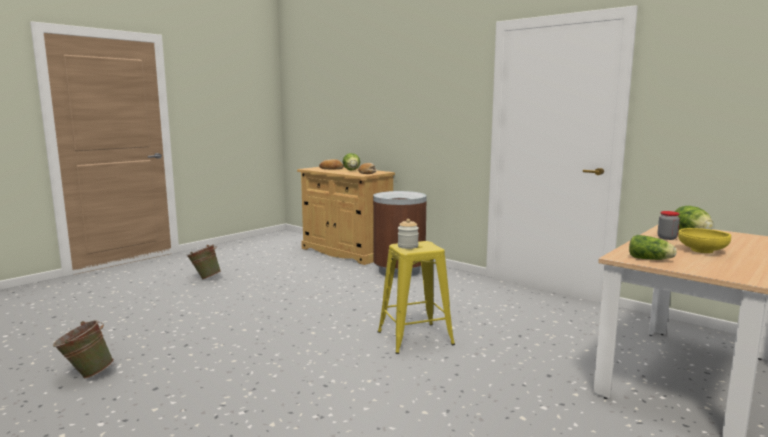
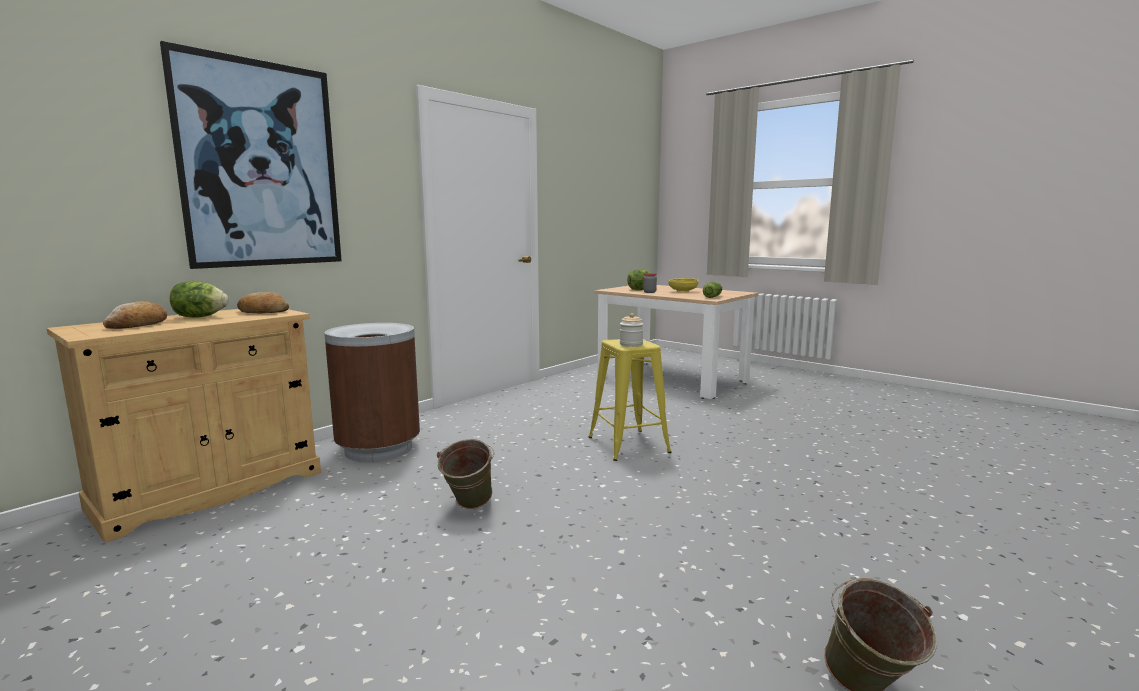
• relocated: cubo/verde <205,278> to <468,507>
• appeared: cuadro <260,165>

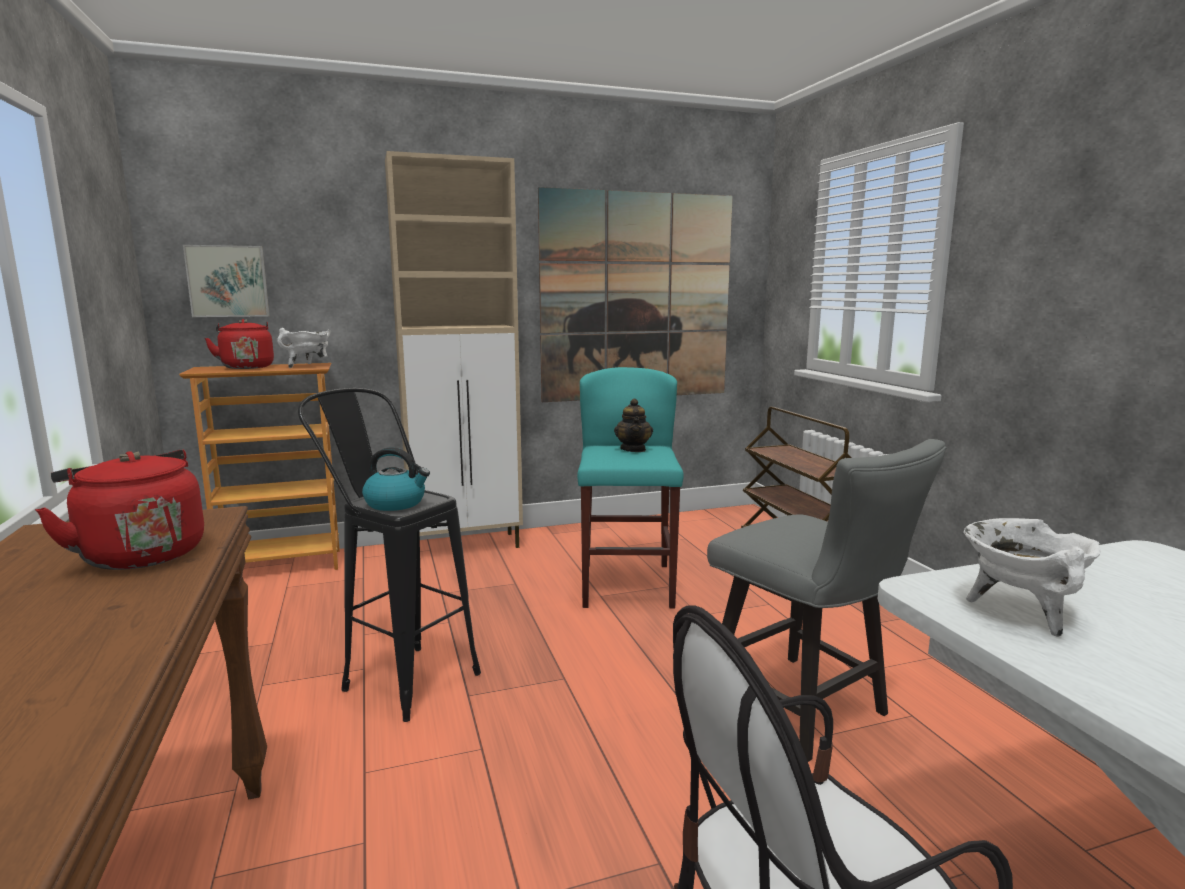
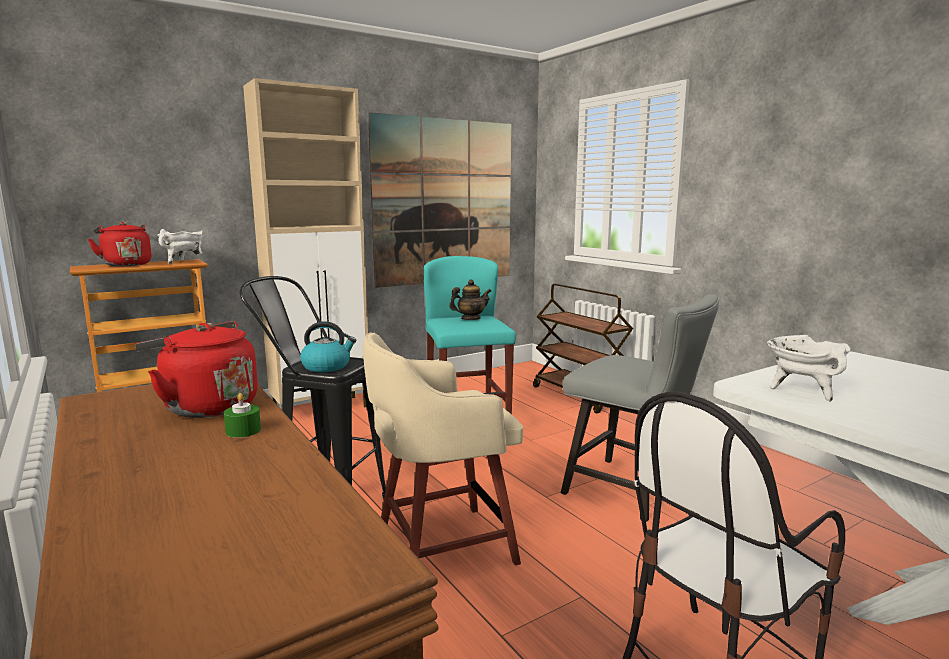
• missing: cuadro <228,281>
• spun: tetera <633,449> = <470,319> 90 degrees counterclockwise
• appeared: vela/verde <243,430>
• appeared: taburete/beis <440,547>

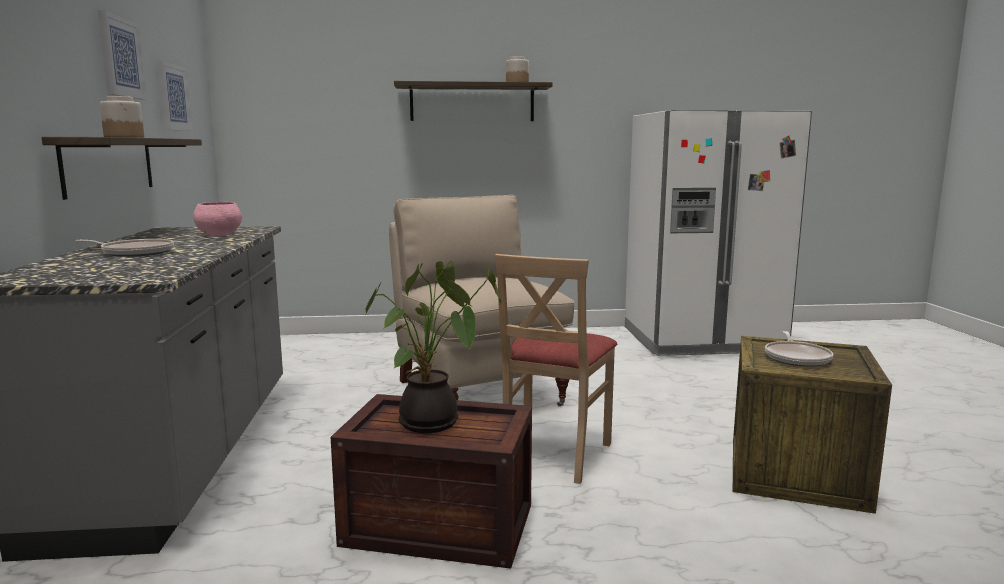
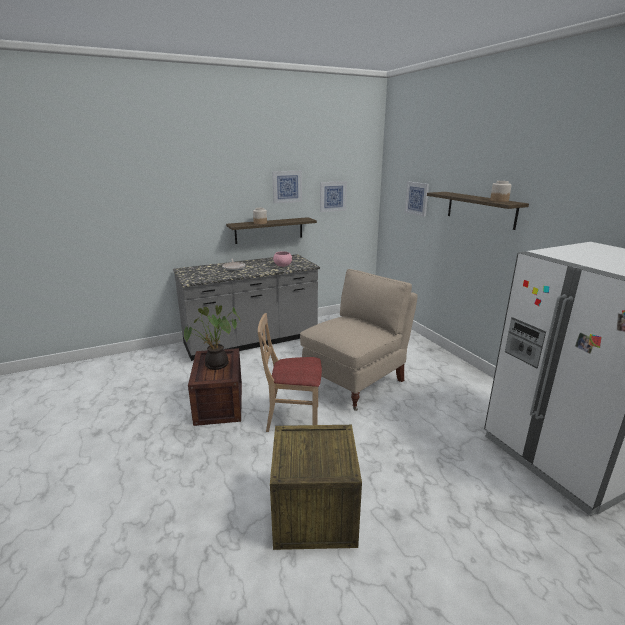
• missing: sartén <797,358>
• appeared: cuadro <417,198>

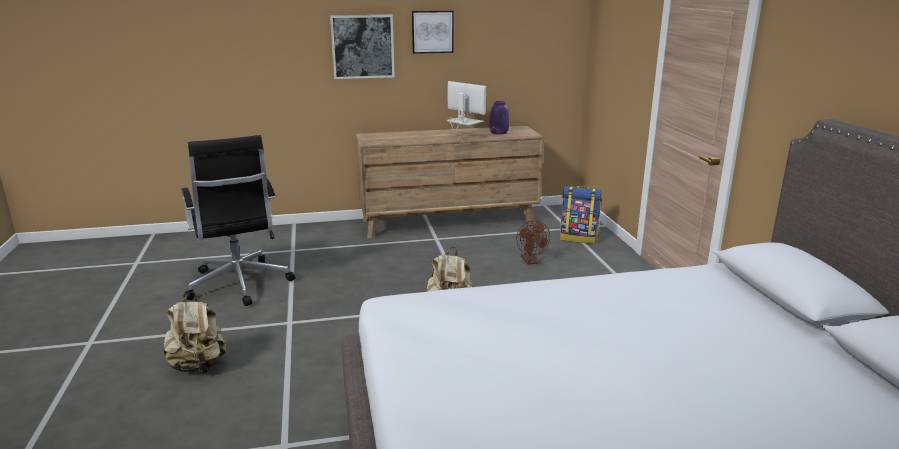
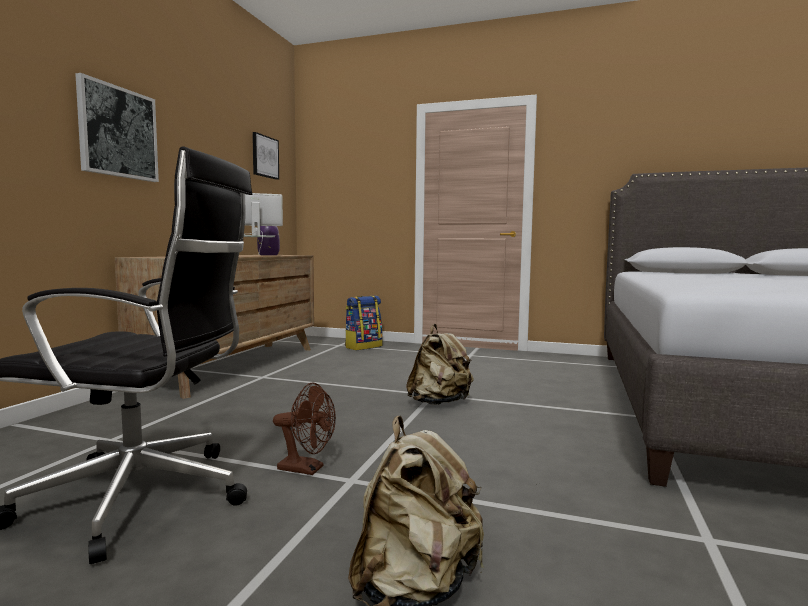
• relocated: cuadro <432,32> to <264,156>
• relocated: ventilador/marrón <531,261> to <307,469>

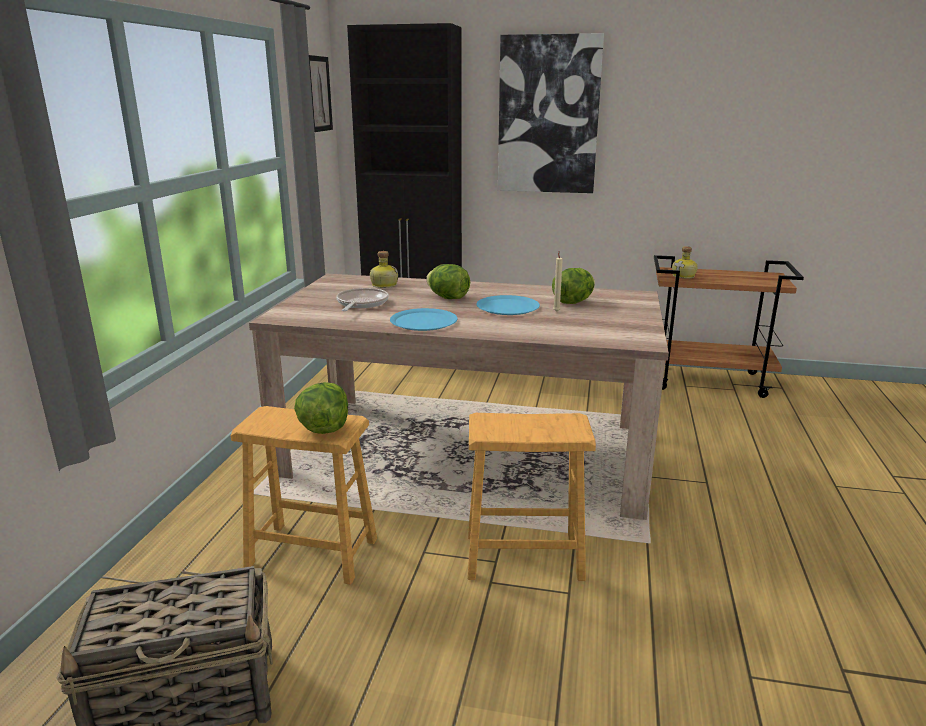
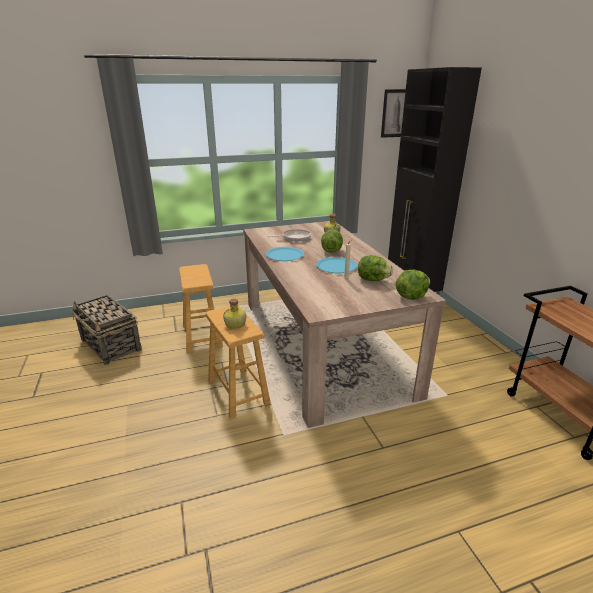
• relocated: lechuga <324,429> to <411,296>
• missing: cuadro <548,115>
• relocated: botella <684,276> to <235,324>

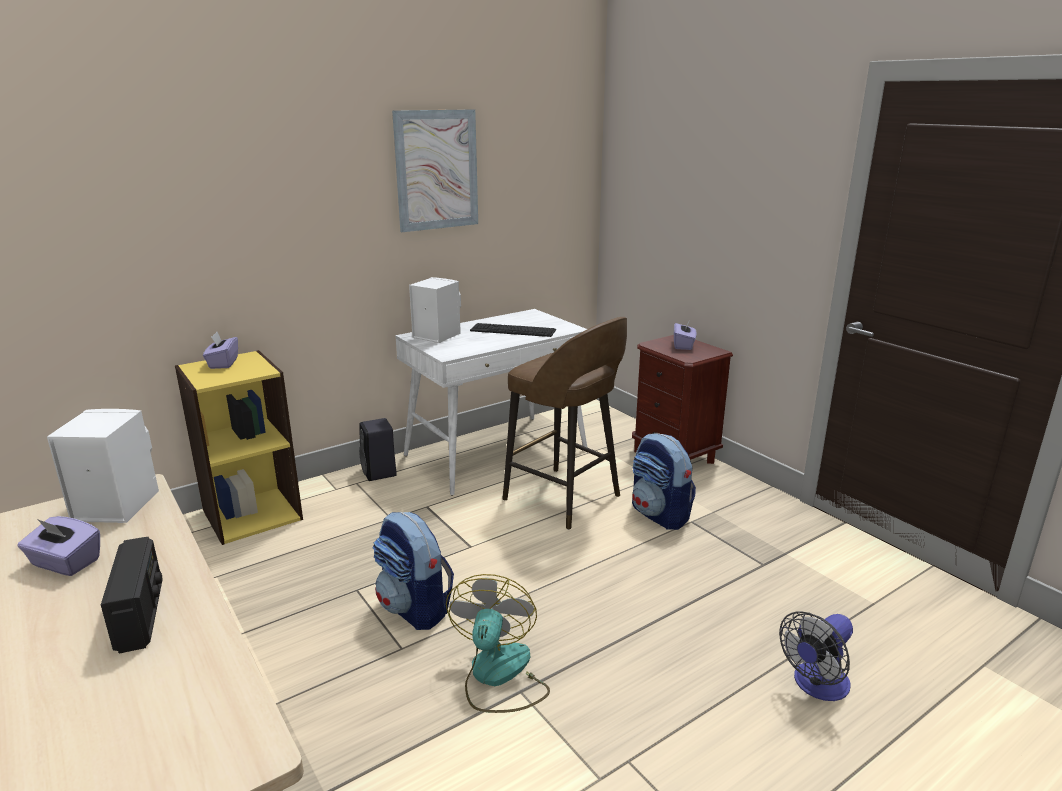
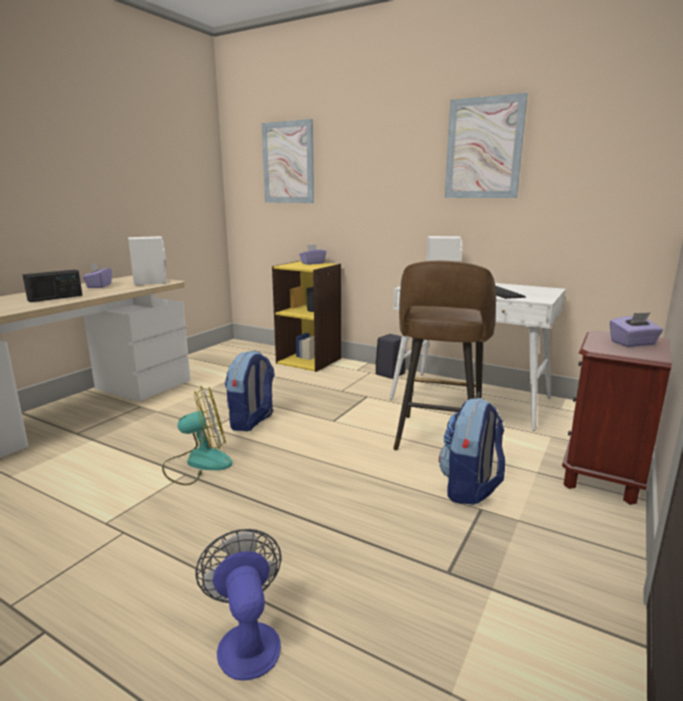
• spun: ventilador <816,686> = <247,639> 45 degrees clockwise
• appeared: cuadro <288,163>

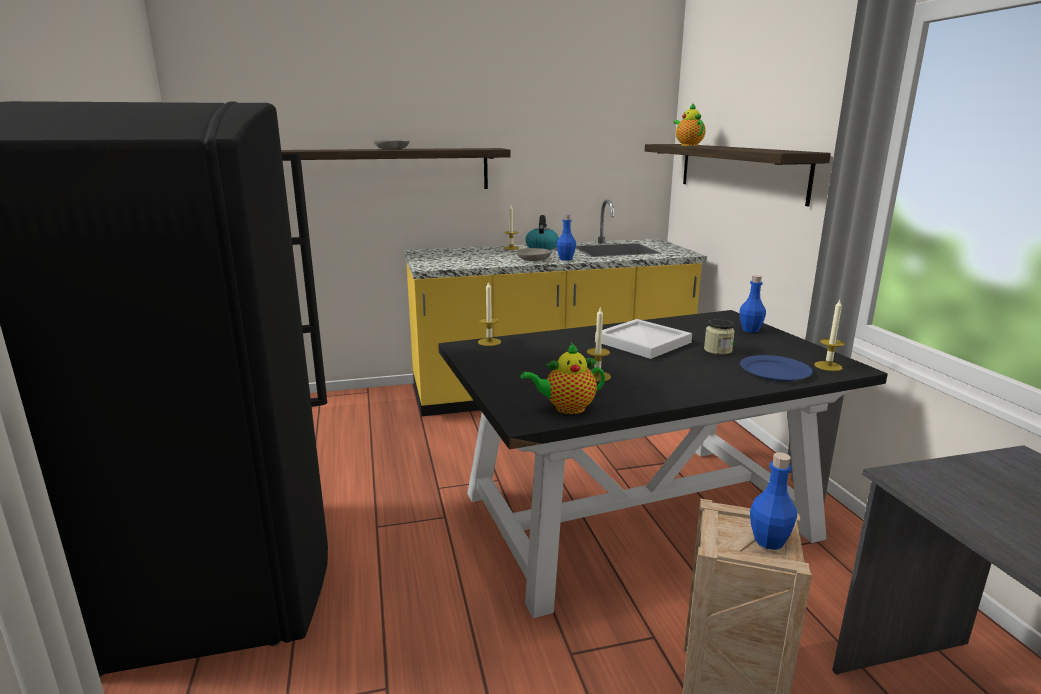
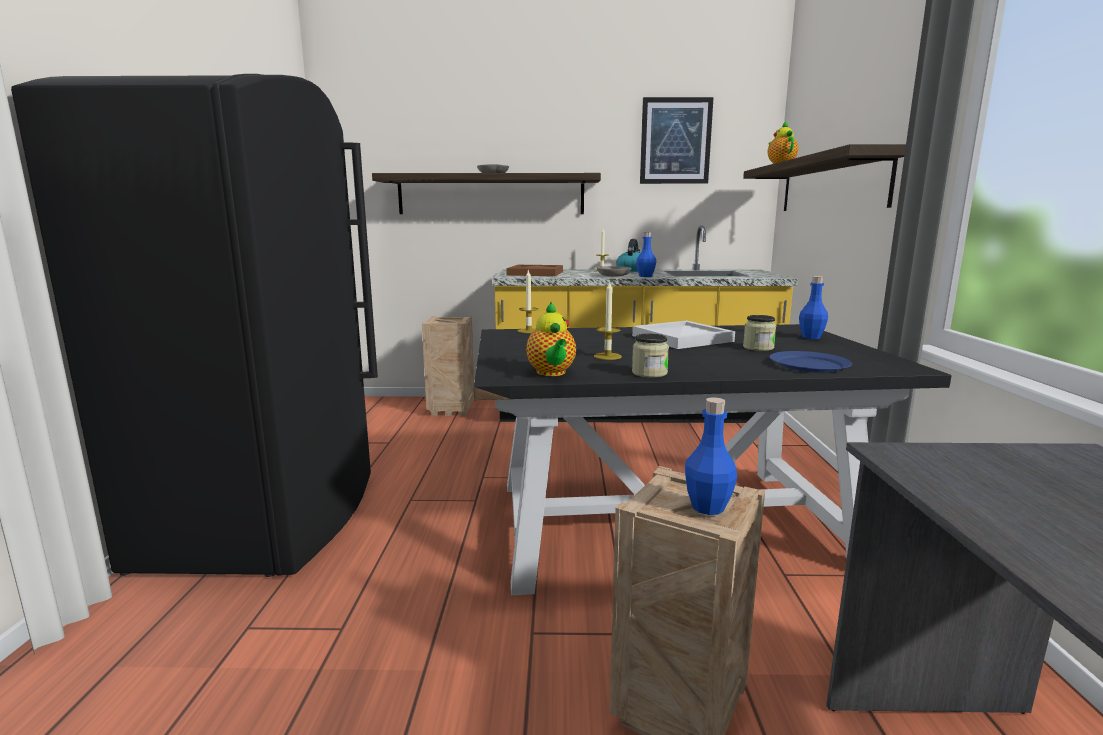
• spun: tetera <566,408> = <551,373> 105 degrees counterclockwise
• missing: vela <828,366>
• appeared: caja de embalaje <452,410>
• appeared: bandeja/marrón <536,273>
• appeared: tarro <649,373>
• appeared: cuadro <675,141>

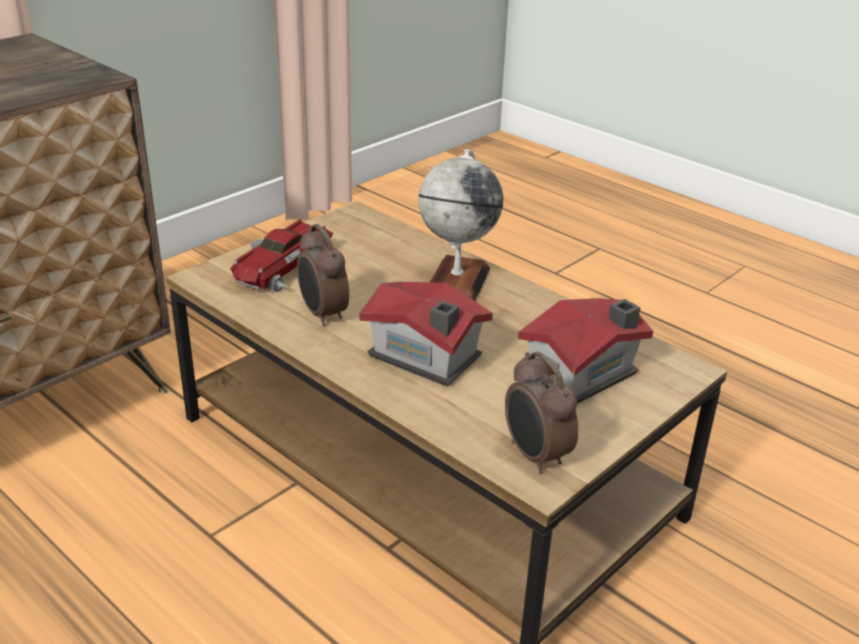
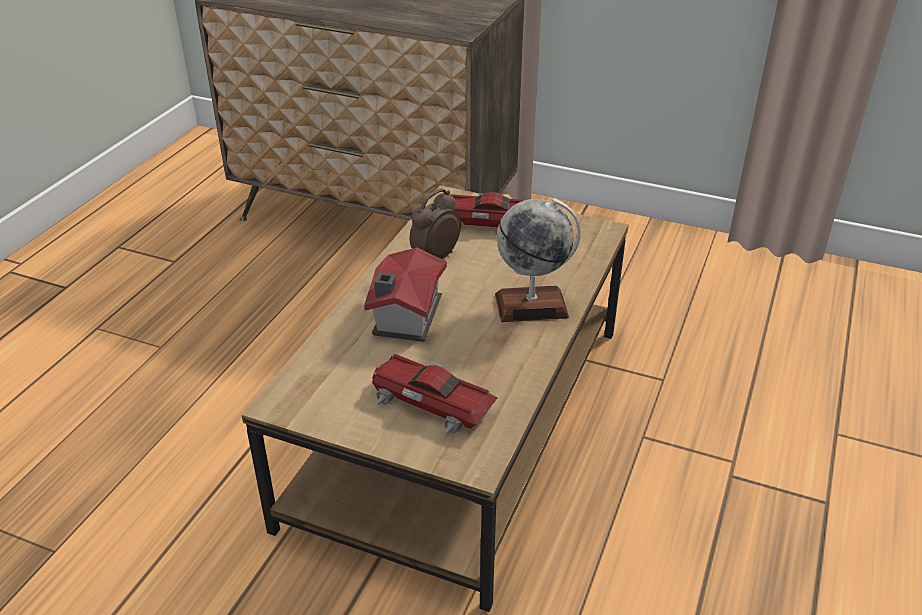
• missing: despertador <535,456>
• exchanged: casita <584,375> to coche de juguete <430,402>

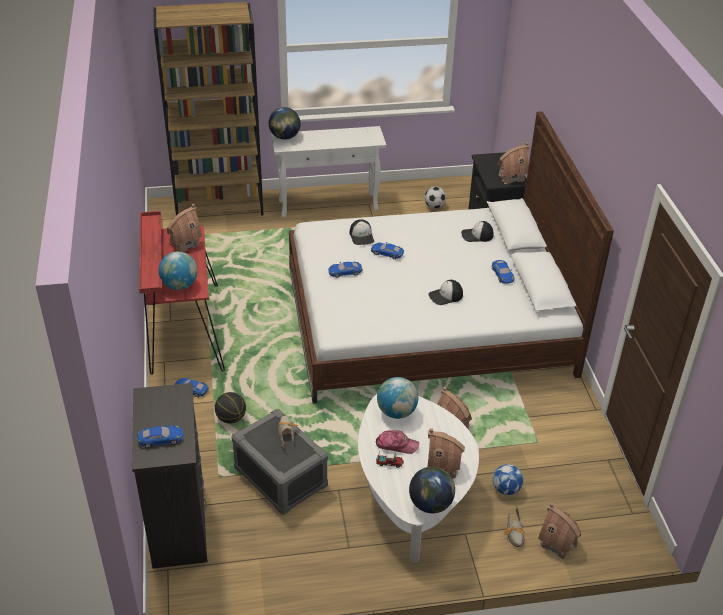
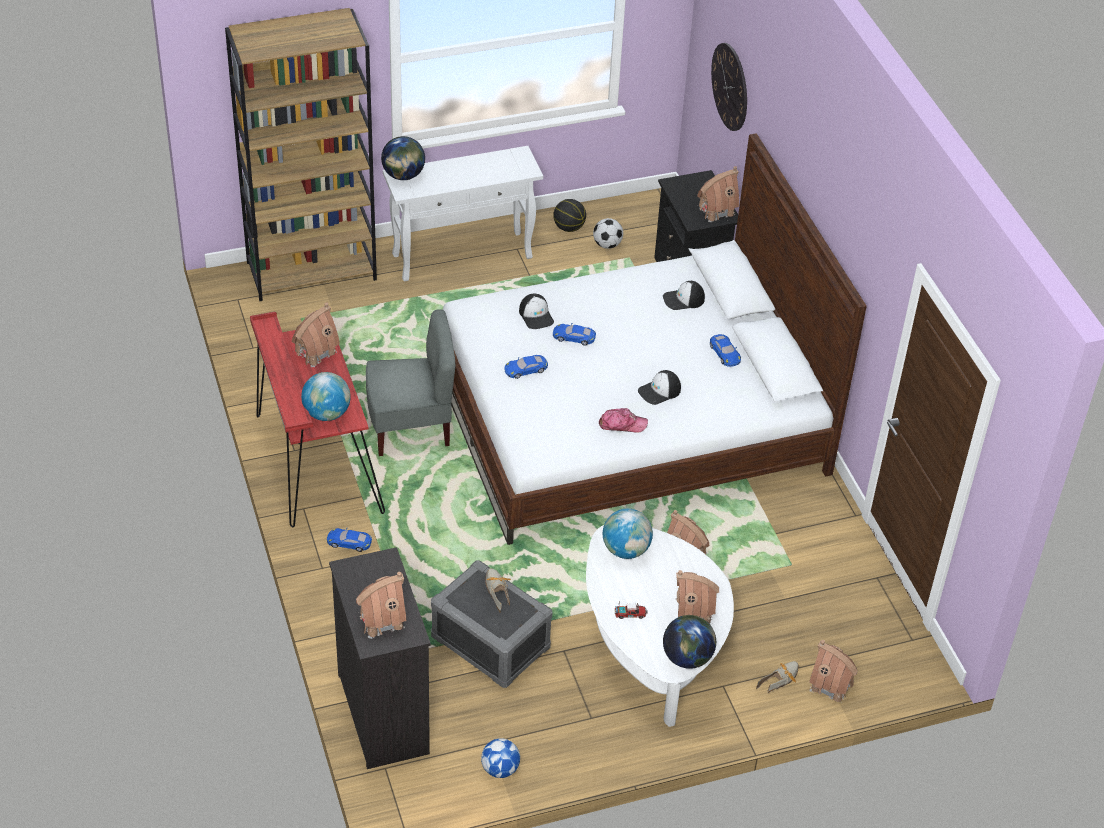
• exchanged: coche de juguete/azul <160,439> to casita <381,619>
• relocated: balón de baloncesto <231,418> to <569,227>
• relocated: gorra <396,445> to <622,424>
• relocated: balón de fútbol <506,489> to <500,769>
• spun: zapato <515,533> = <780,679> 120 degrees counterclockwise
• appeared: silla/gris <410,427>
• appeared: reloj de pared <730,86>

